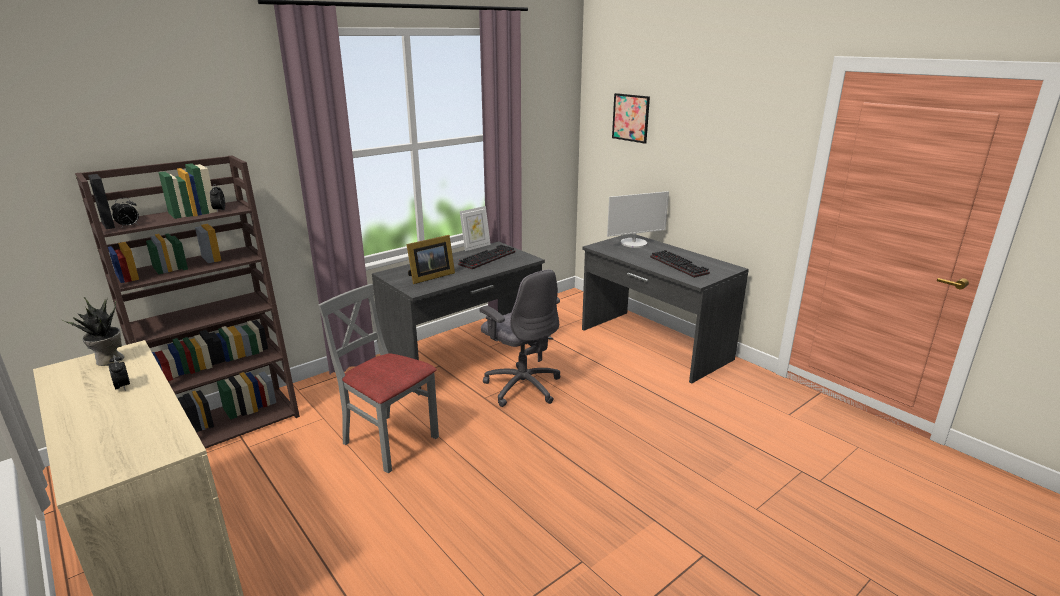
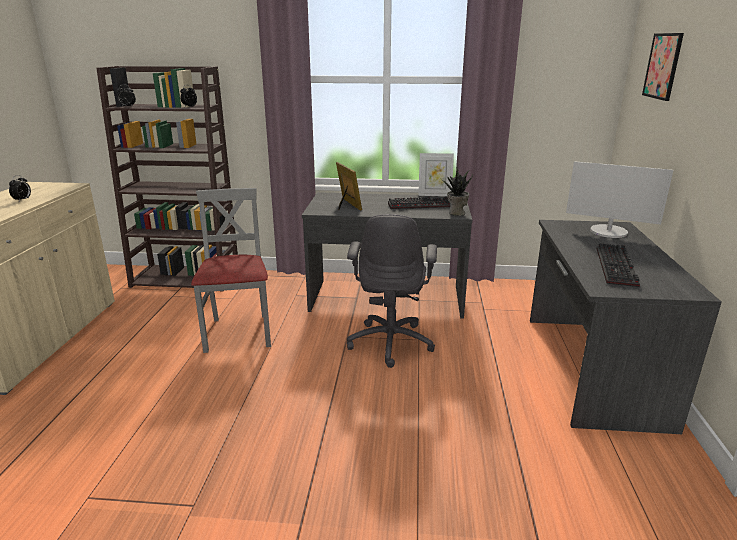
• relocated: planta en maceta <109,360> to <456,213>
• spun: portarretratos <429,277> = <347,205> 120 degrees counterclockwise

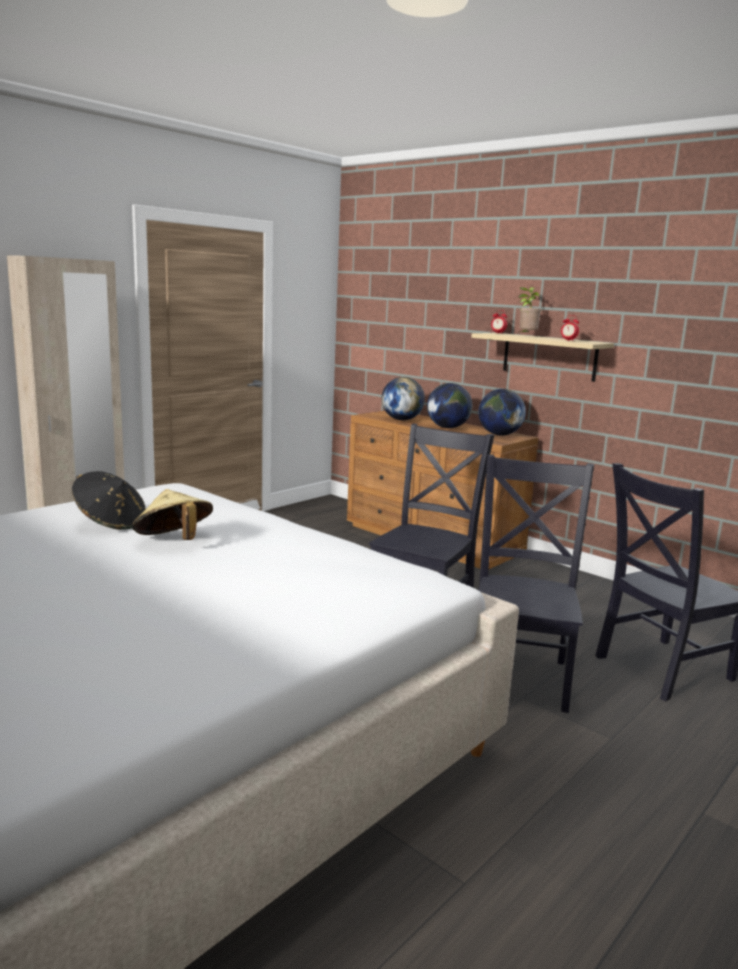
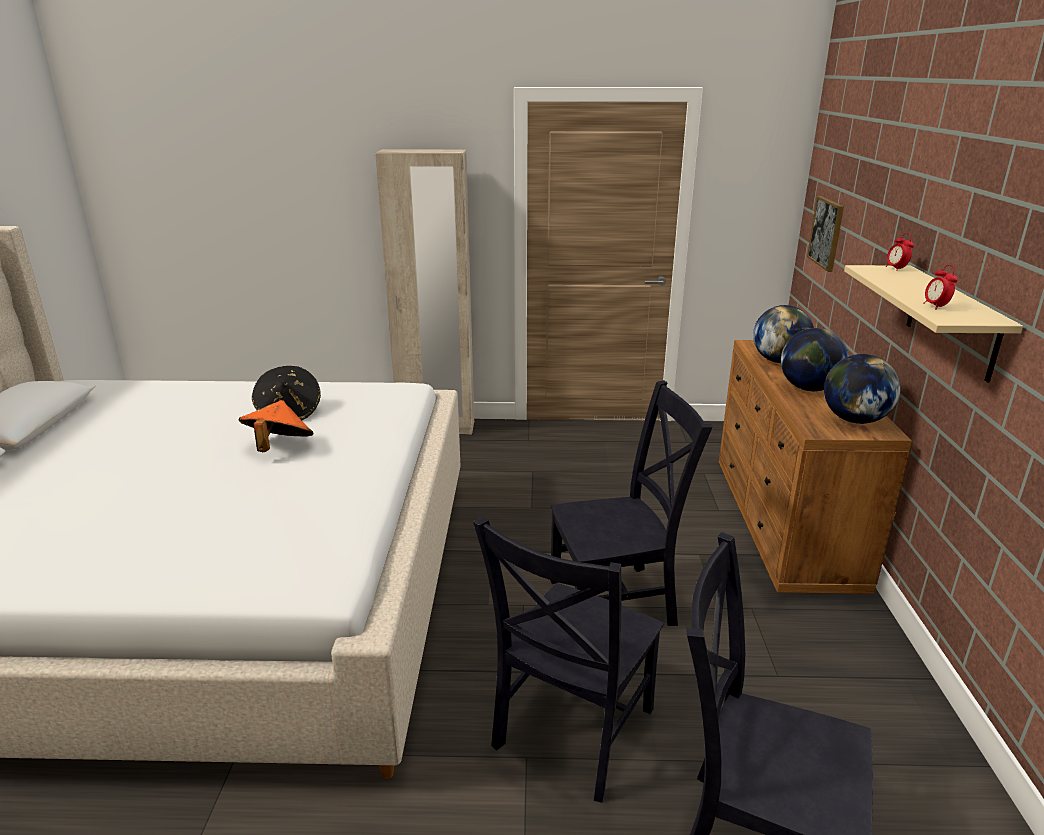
• colour: sombrero/beis <174,541> to sombrero/naranja <278,447>
• spun: silla/negro <519,675> = <570,732> 150 degrees clockwise
• missing: planta en maceta <526,336>
• appeared: cuadro <826,233>

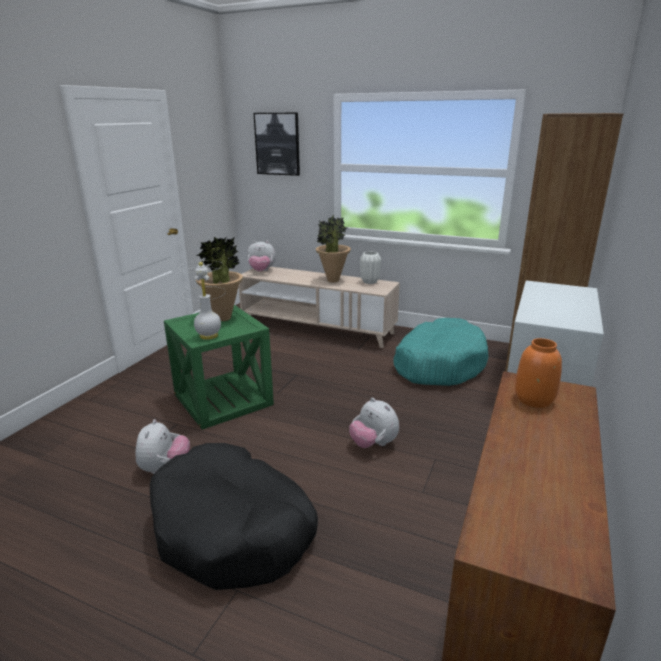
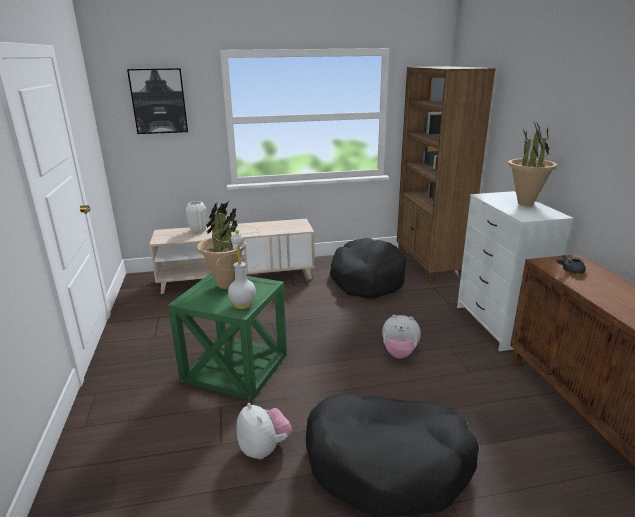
• missing: peluche <261,271>
• relocated: planta en maceta <333,280> to <525,204>
• relocated: florero/blanco <369,282> to <198,230>
• colour: cama para perro/turquesa <439,364> to cama para perro/negro <367,279>
• exchanged: florero/naranja <533,400> to tetera/gris <569,271>

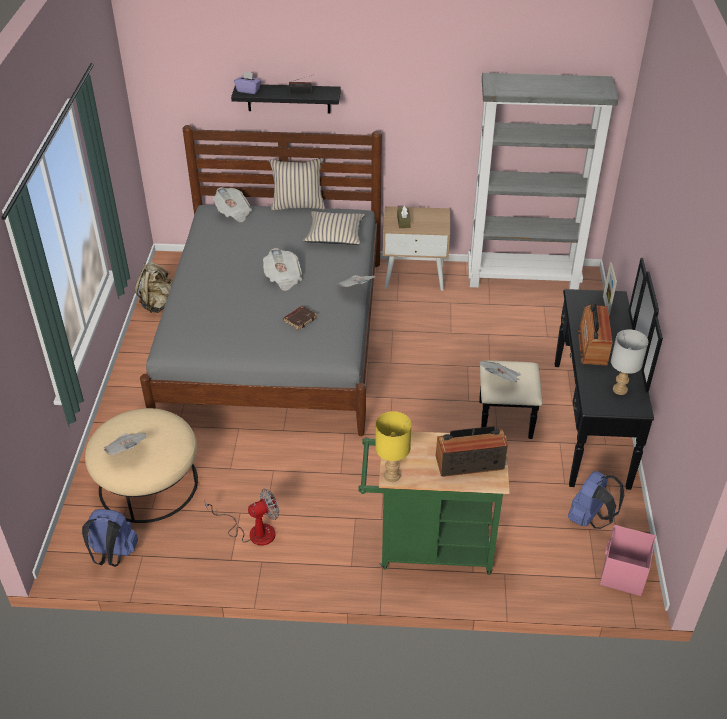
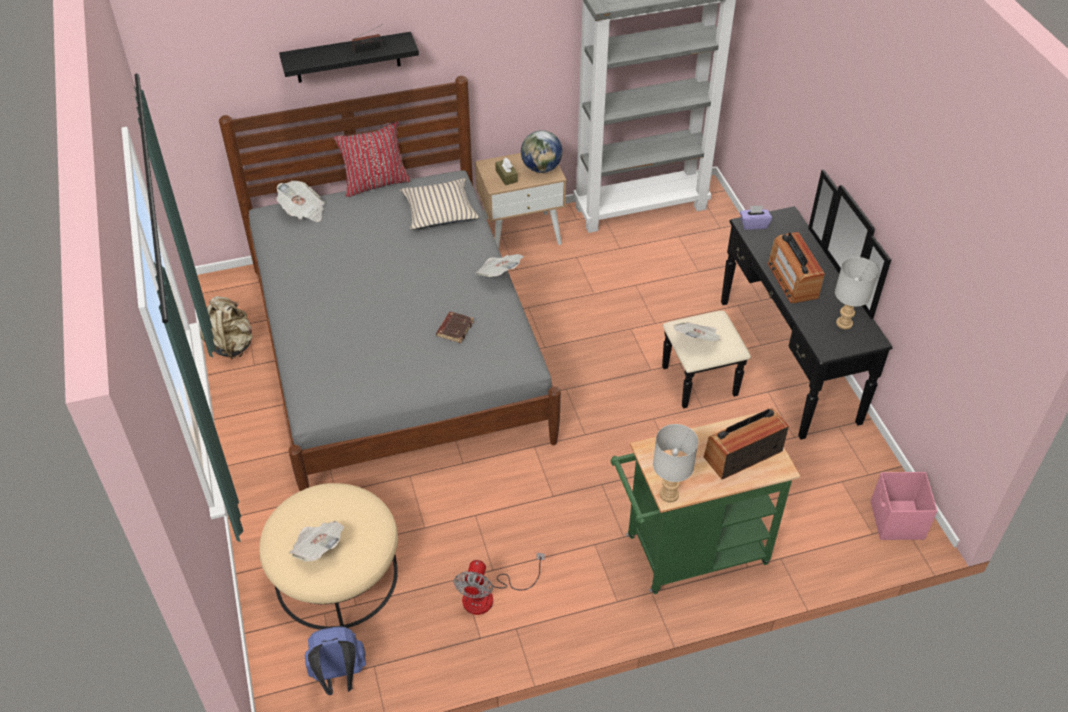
• spun: ventilador <253,532> = <489,596> 150 degrees clockwise
• relocated: caja de pañuelos/morado <248,90> to <754,224>
• missing: periódico <283,278>
• colour: cojín/beis <298,205> to cojín/rojo <375,183>
• colour: lámpara de mesa/amarillo <392,475> to lámpara de mesa/gris <670,494>
• missing: mochila/azul <590,519>
• missing: portarretratos <606,305>
• appeared: globo terráqueo <541,168>

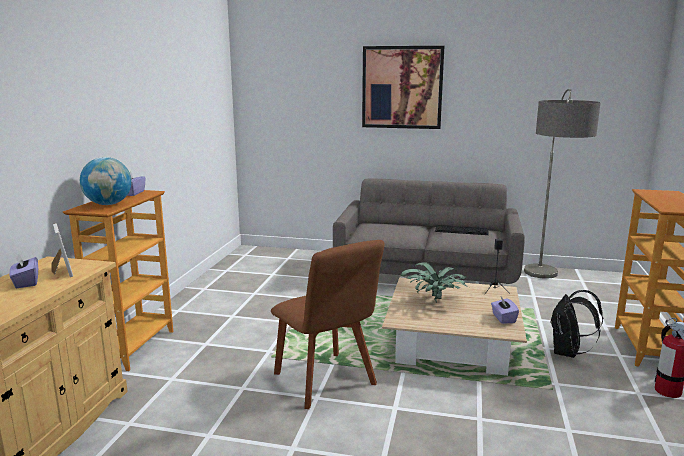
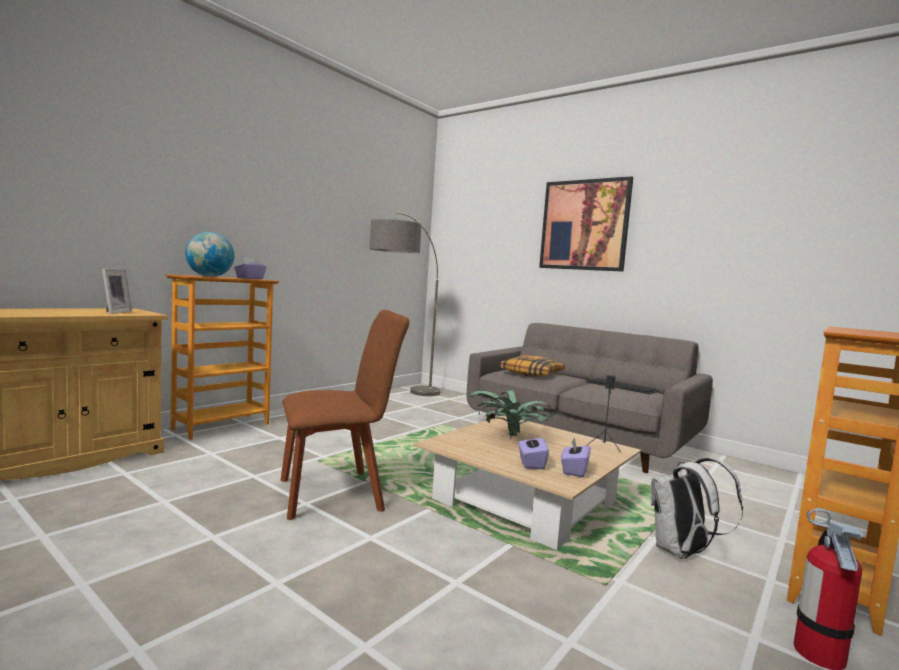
• relocated: caja de pañuelos/morado <26,282> to <531,463>
• spun: silla/marrón <326,381> = <337,493> 105 degrees counterclockwise
• relocated: lámpara de pie <545,287> to <399,397>
• colour: mochila/negro <568,353> to mochila/blanco <682,553>
• appeared: cojín <531,373>

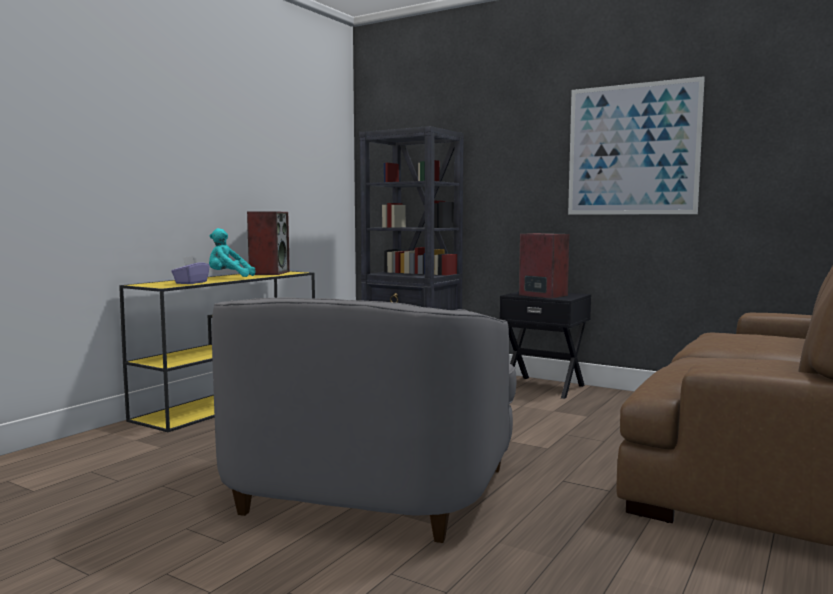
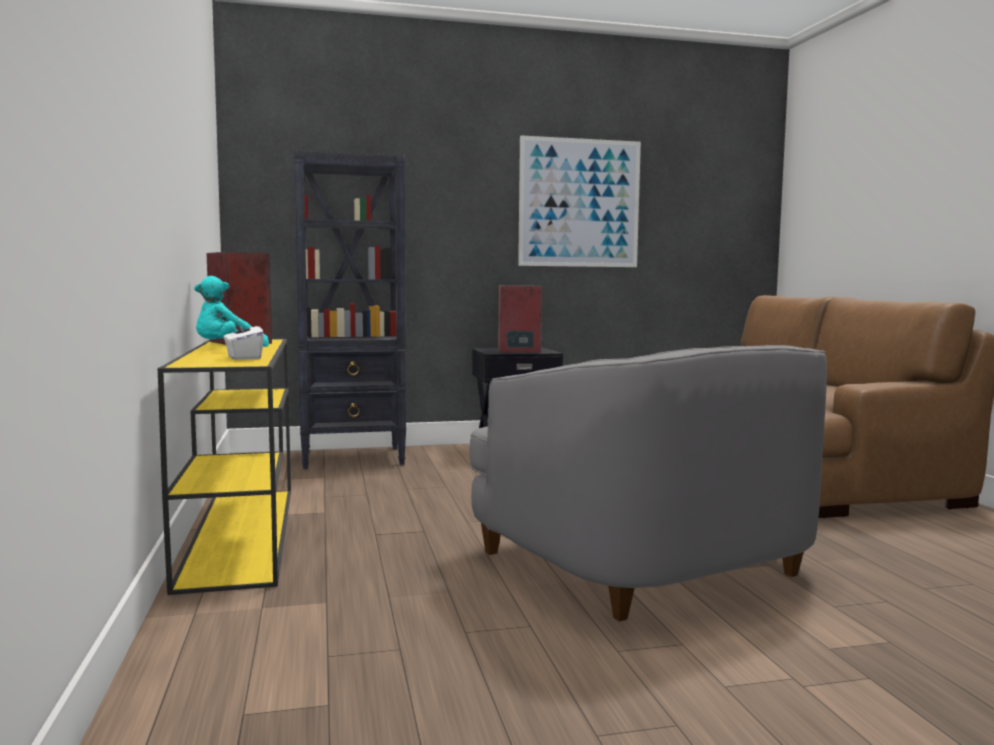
• colour: caja de pañuelos/morado <191,283> to caja de pañuelos/blanco <243,358>

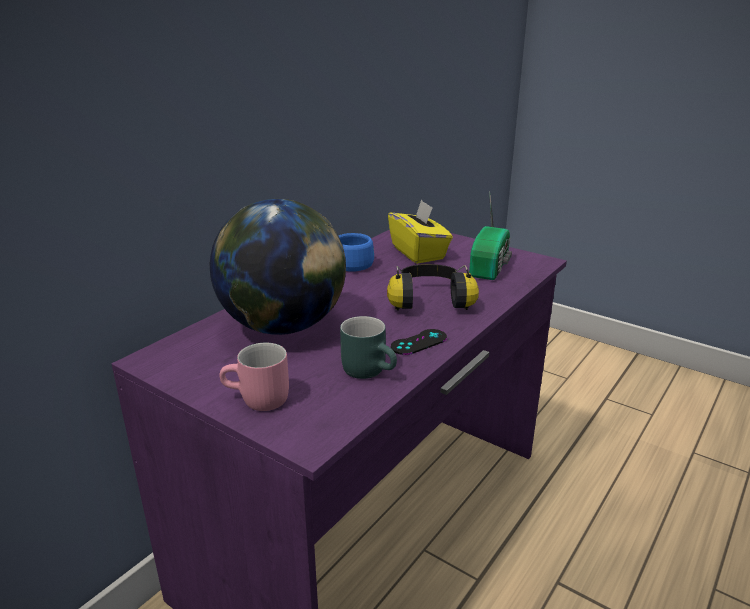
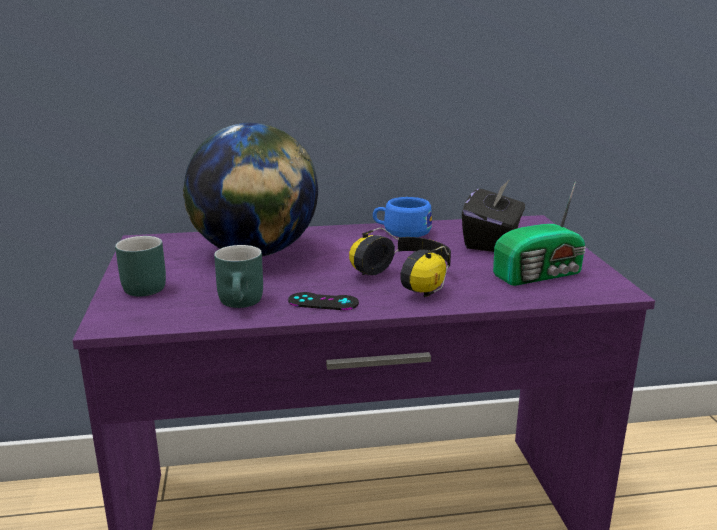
• colour: taza grande/rosa <257,401> to taza grande/turquesa <138,287>
• colour: caja de pañuelos/amarillo <419,253> to caja de pañuelos/negro <492,241>

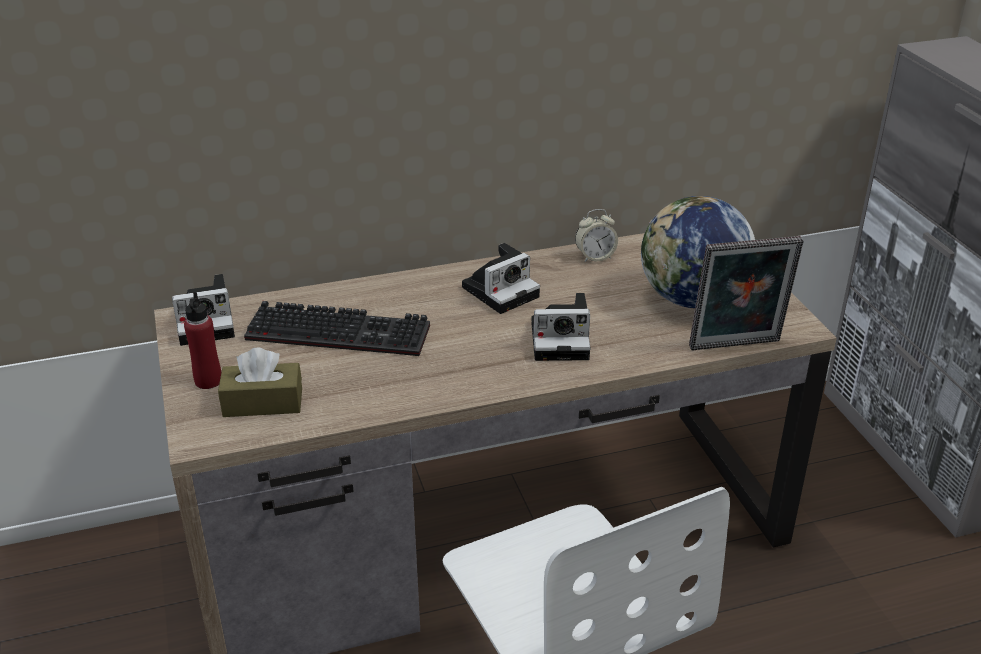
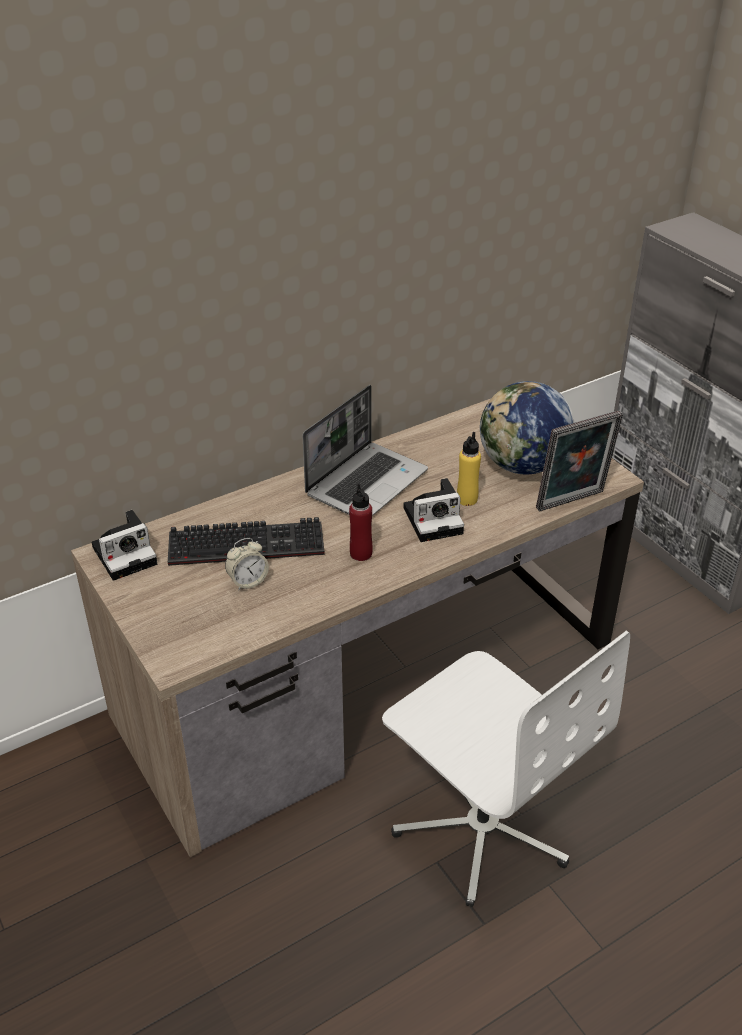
• relocated: botella/rojo <208,381> to <361,553>
• missing: caja de pañuelos/marrón <263,403>
• exchanged: cámara <502,290> to portátil <366,482>
• relocated: despertador <595,257> to <248,581>
• appeared: botella/amarillo <467,499>

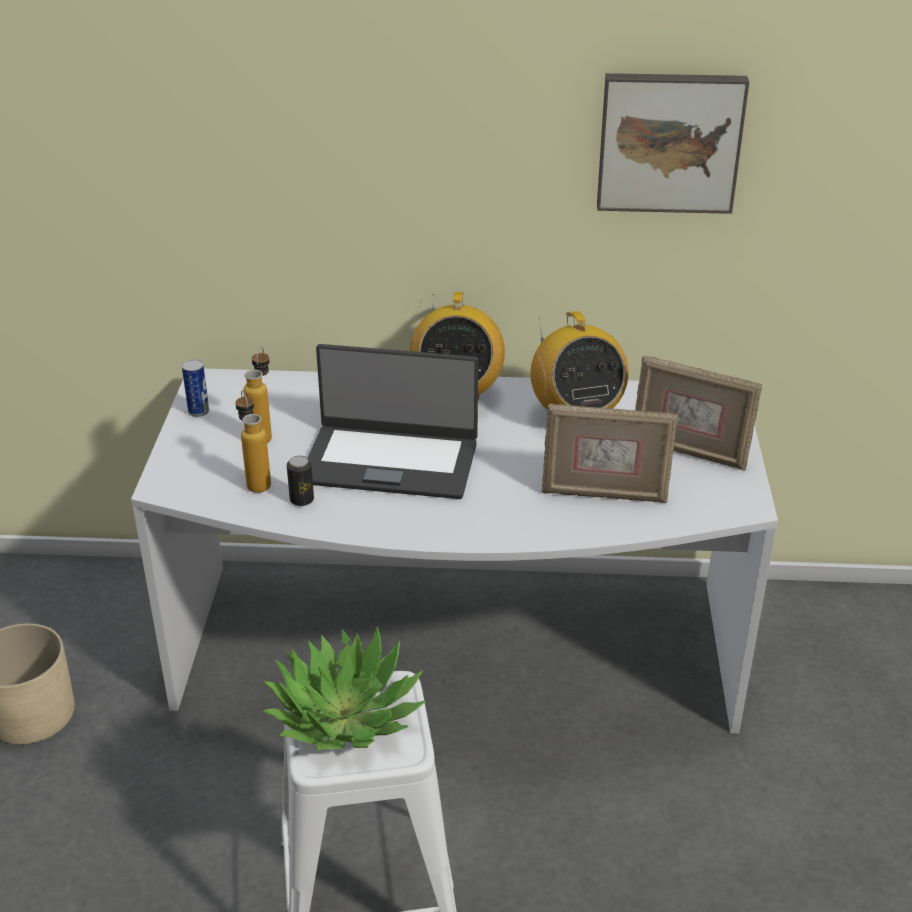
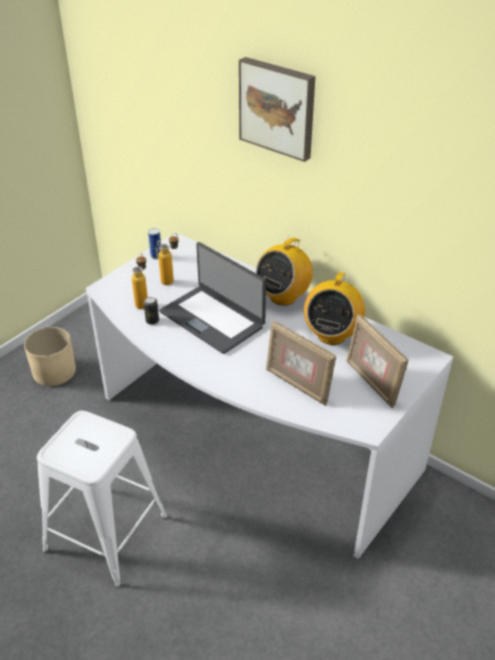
• missing: planta en maceta <345,714>
• relocated: cuadro <669,141> to <278,108>

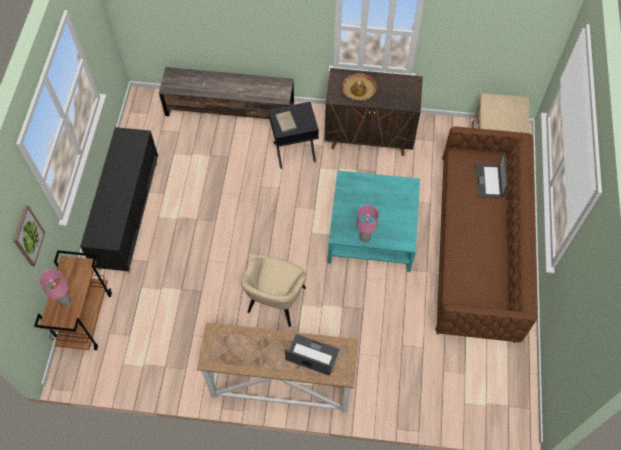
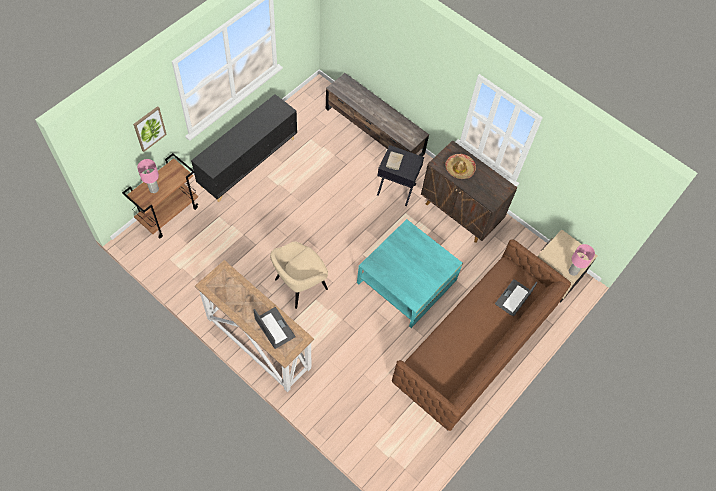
• relocated: lámpara de mesa/rosa <364,237> to <572,271>

